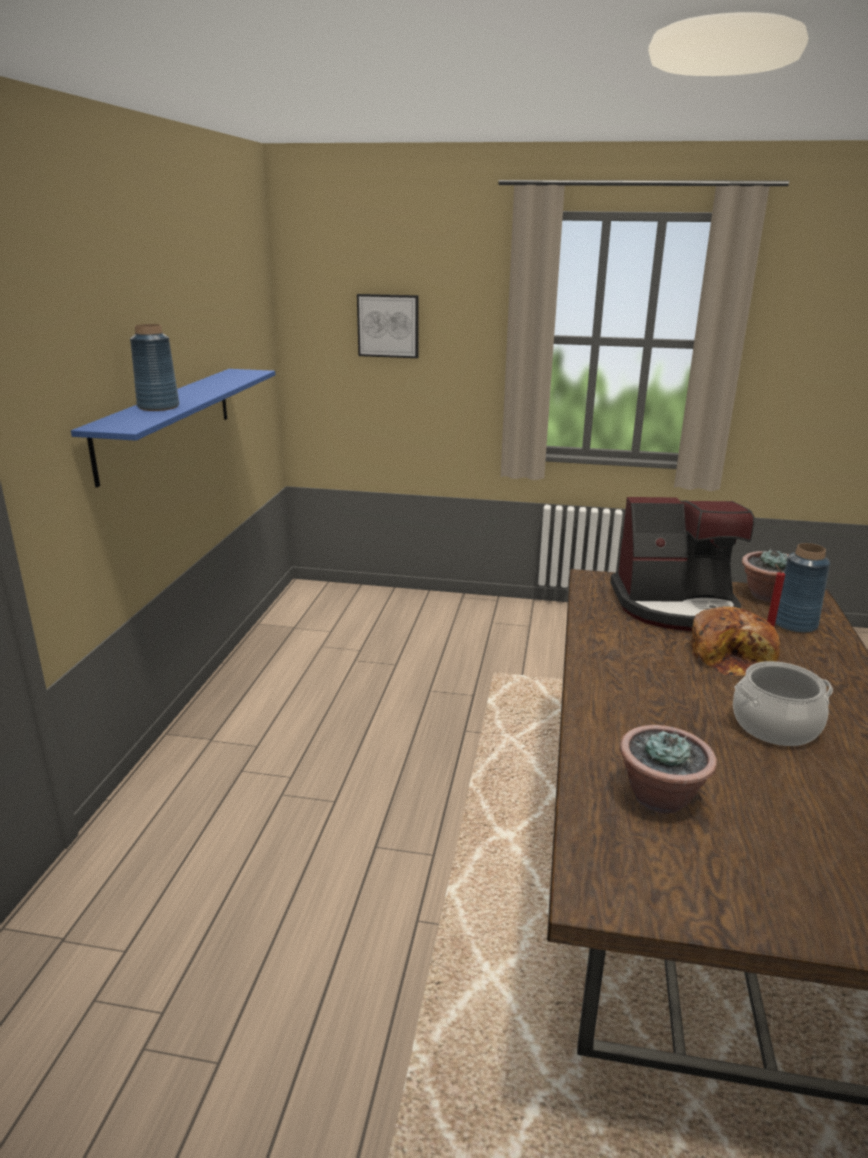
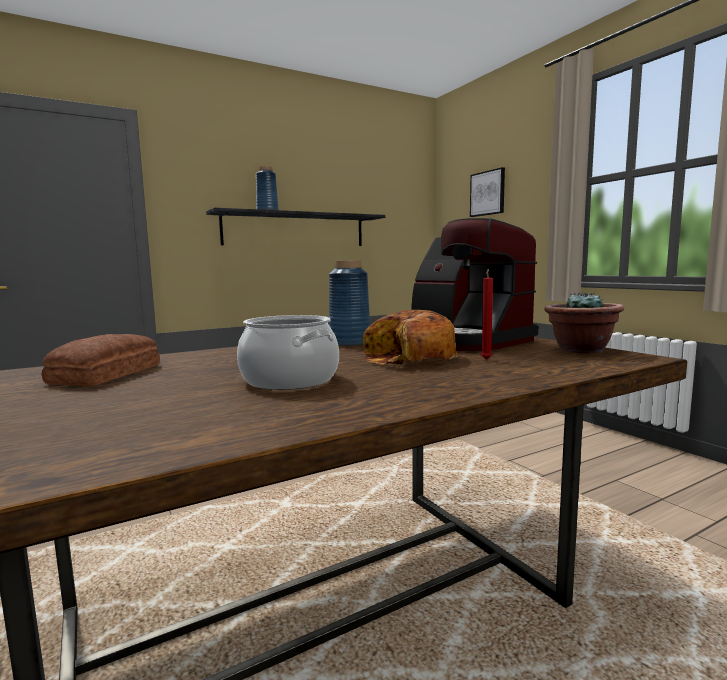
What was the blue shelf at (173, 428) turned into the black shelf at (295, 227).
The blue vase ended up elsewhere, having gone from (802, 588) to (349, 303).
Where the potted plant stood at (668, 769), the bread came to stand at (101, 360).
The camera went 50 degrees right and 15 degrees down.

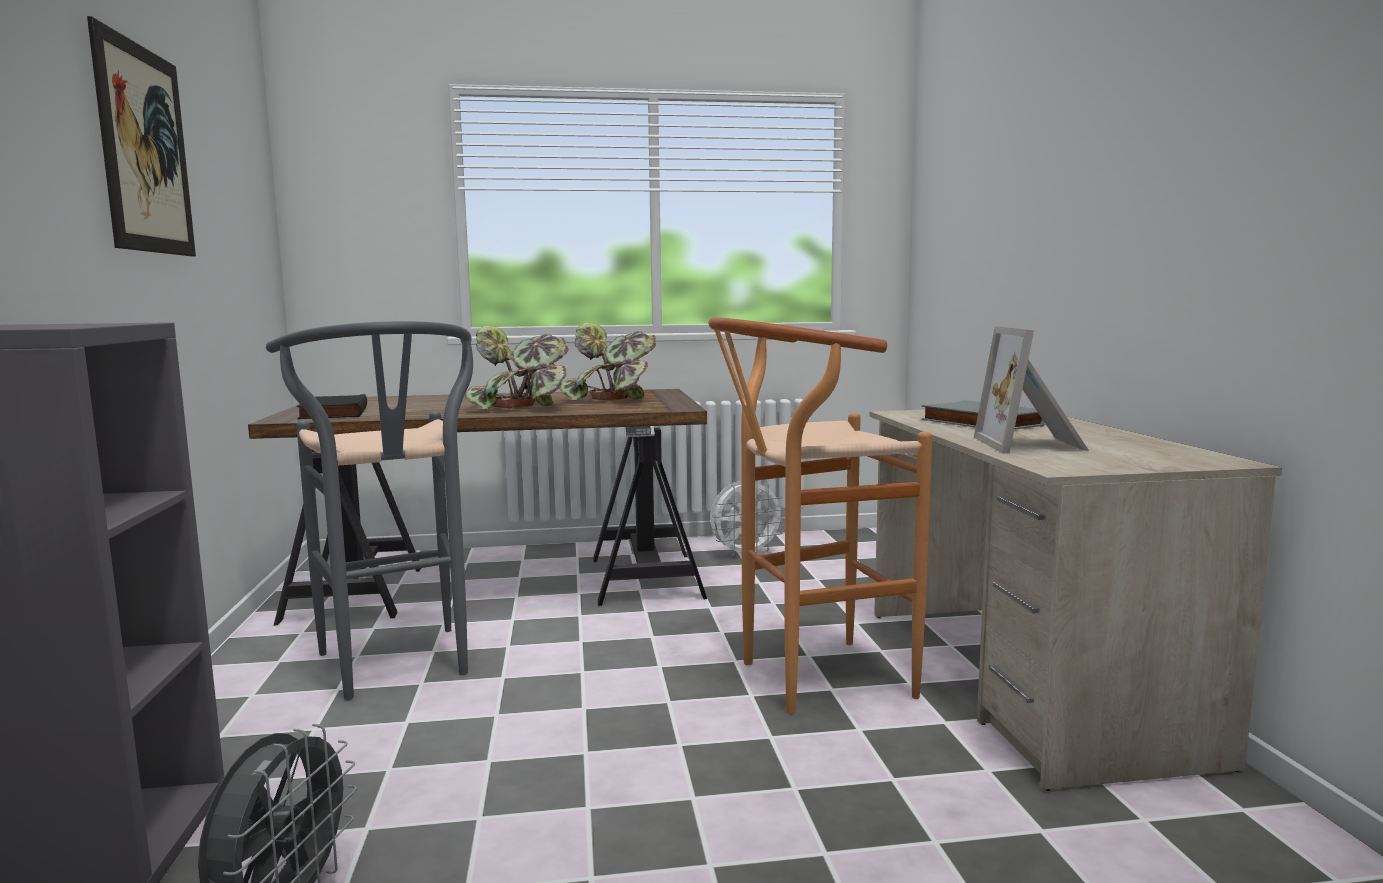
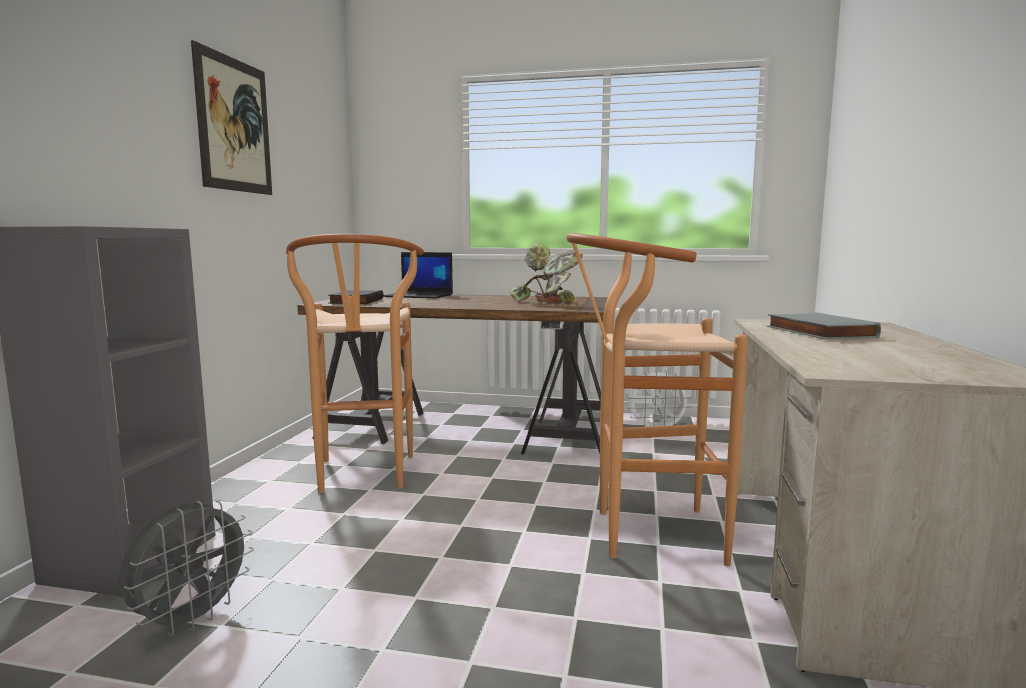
What was the grey stool at (369, 510) turned into the brown stool at (355, 363).
The second view lost the potted plant at (517, 367).
The second view lost the picture frame at (1031, 390).
The second view gained the laptop at (418, 275).
The camera went 20 degrees right and 0 degrees up.

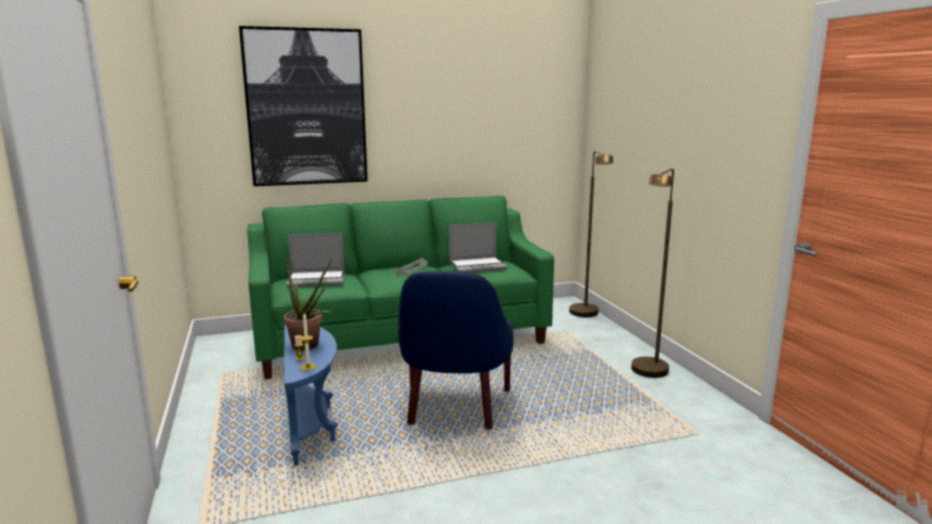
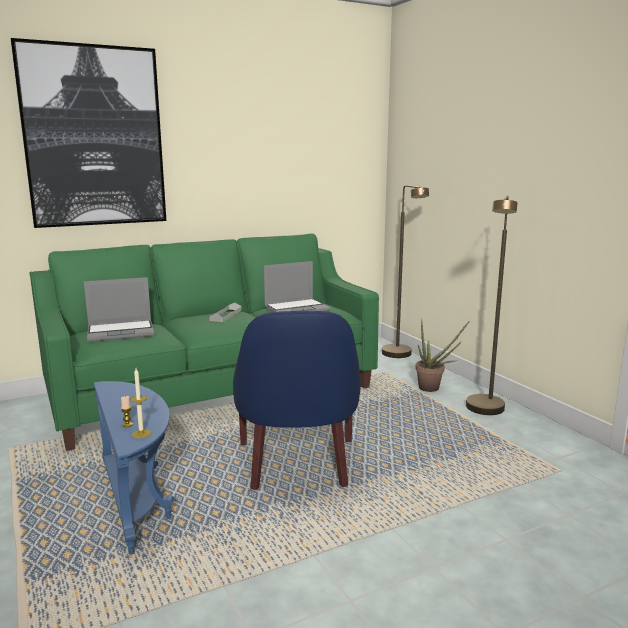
The potted plant ended up elsewhere, having gone from (308, 302) to (442, 355).
The camera went 10 degrees left and 0 degrees up.

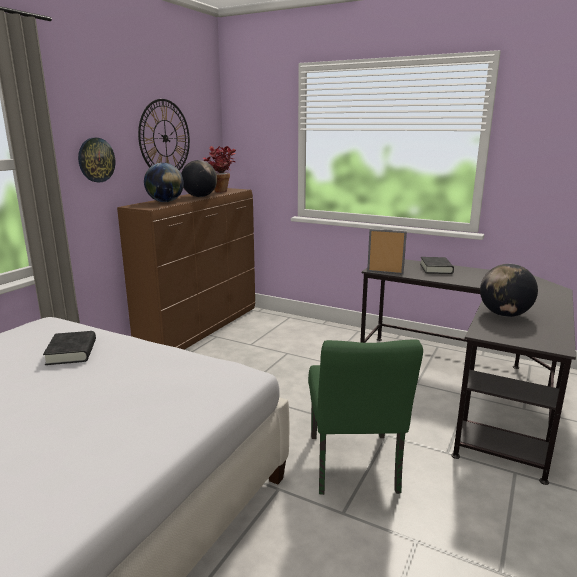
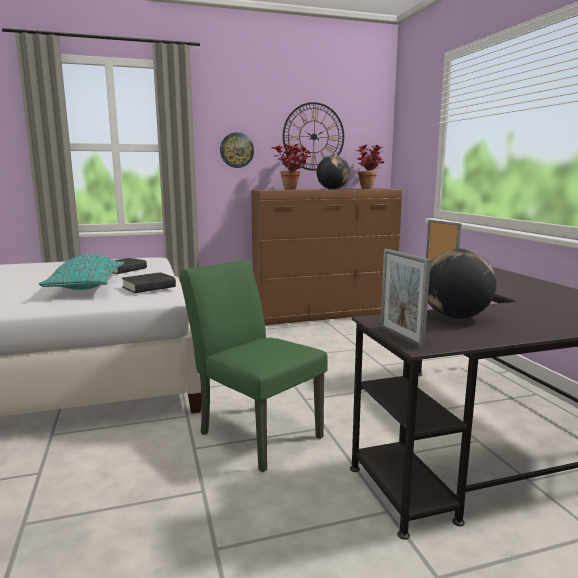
Where the globe stood at (164, 182), the potted plant came to stand at (291, 166).
The black book ended up elsewhere, having gone from (437, 265) to (149, 282).
The green chair at (365, 417) ended up facing another way, 90 degrees clockwise from before.
The second view gained the picture frame at (405, 298).
The second view gained the turquoise pillow at (81, 272).
The camera went 45 degrees right and 5 degrees down.

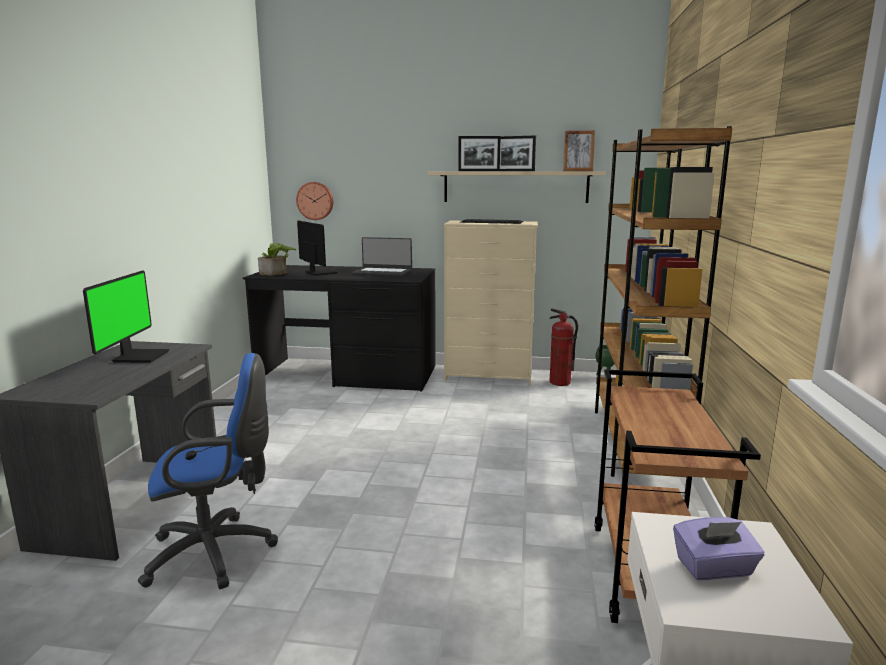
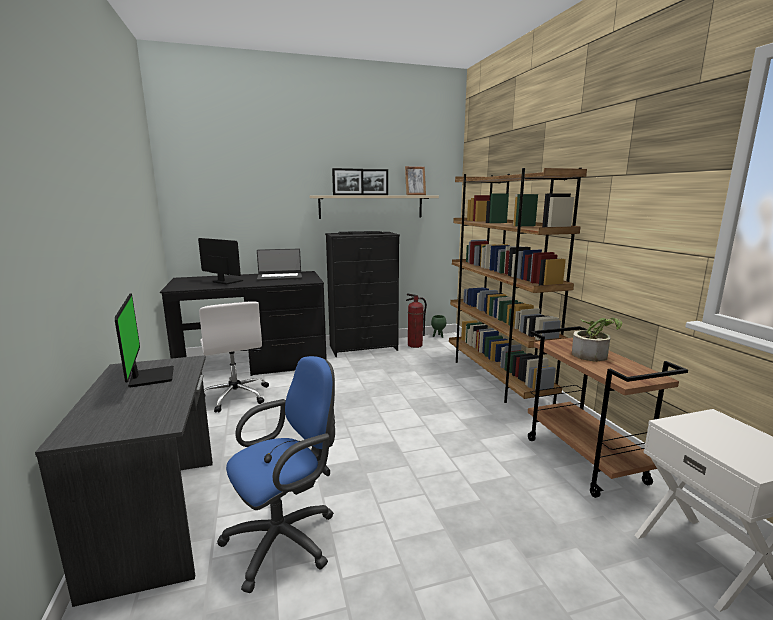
The second view lost the wall clock at (314, 201).
What was the beige dresser at (490, 303) turned into the black dresser at (362, 294).
The potted plant ended up elsewhere, having gone from (277, 259) to (597, 340).
The second view lost the purple tissue box at (719, 548).
The second view gained the white office chair at (234, 357).
The camera went 25 degrees left and 0 degrees up.

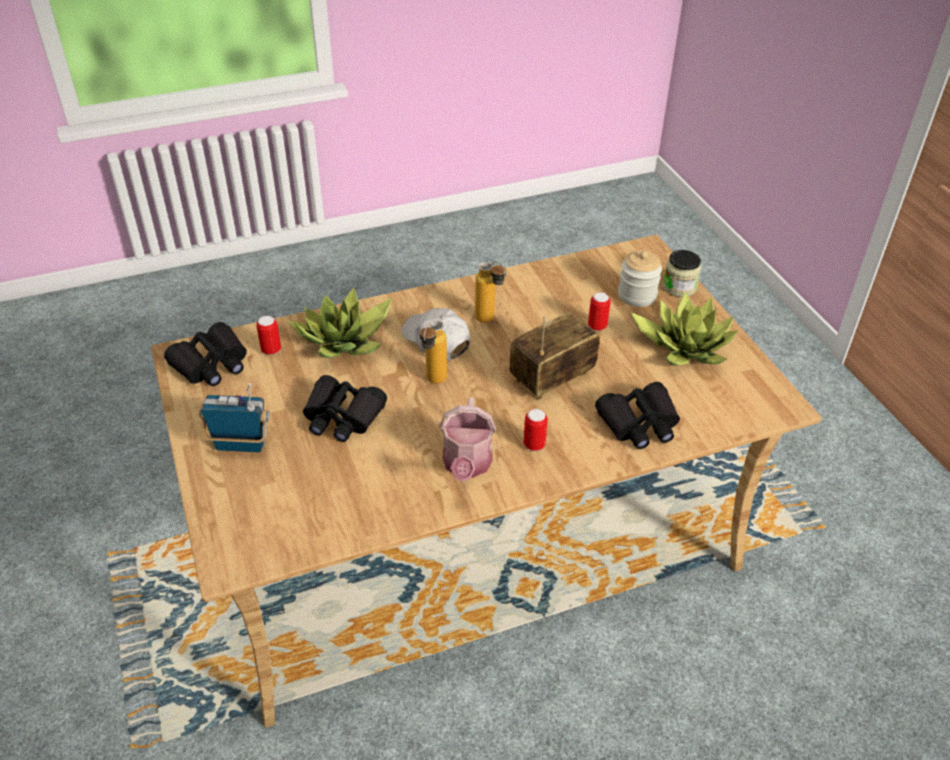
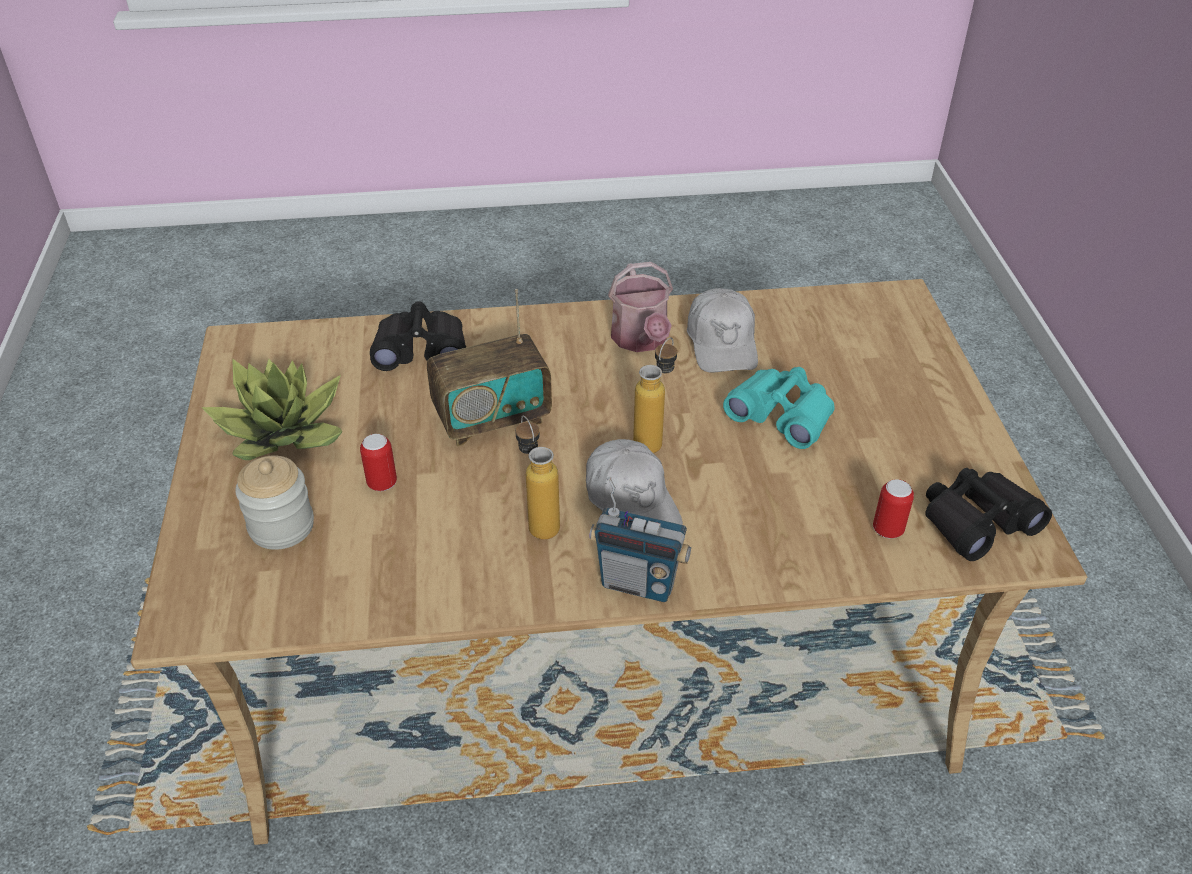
The second view lost the jar at (682, 273).
The second view lost the potted plant at (340, 322).
What was the black binoculars at (345, 408) turned into the turquoise binoculars at (778, 408).
The radio ended up elsewhere, having gone from (234, 417) to (640, 539).
The watering can at (467, 439) ended up facing another way, 150 degrees clockwise from before.
The second view lost the can at (535, 430).
The second view gained the white cap at (722, 330).
The camera went 165 degrees left and 0 degrees up.

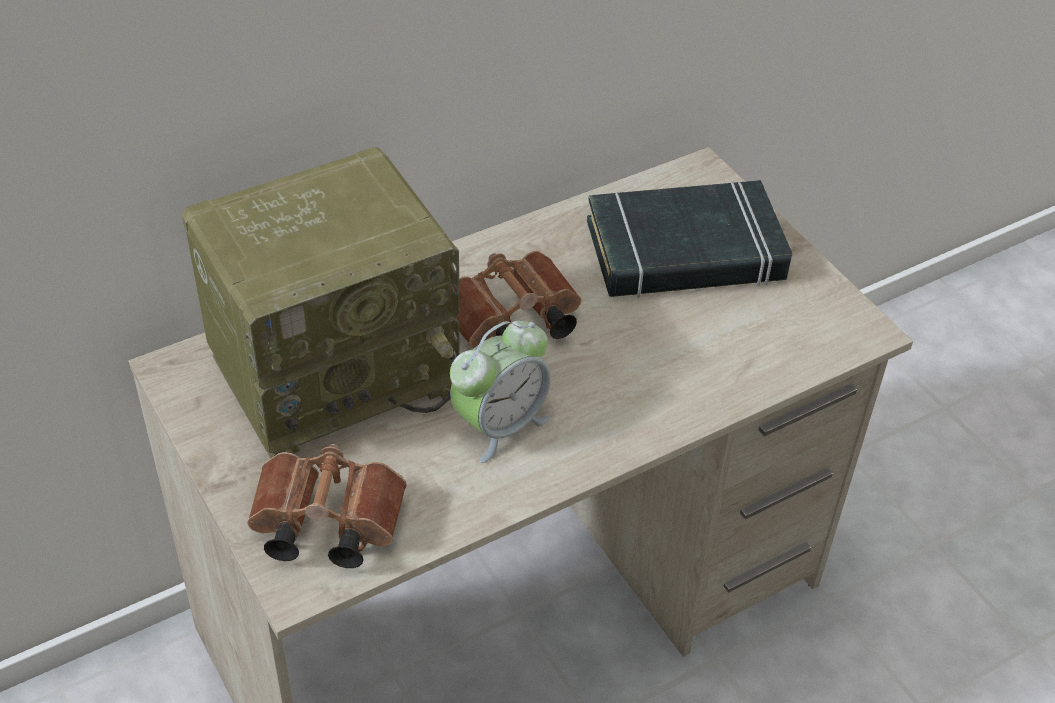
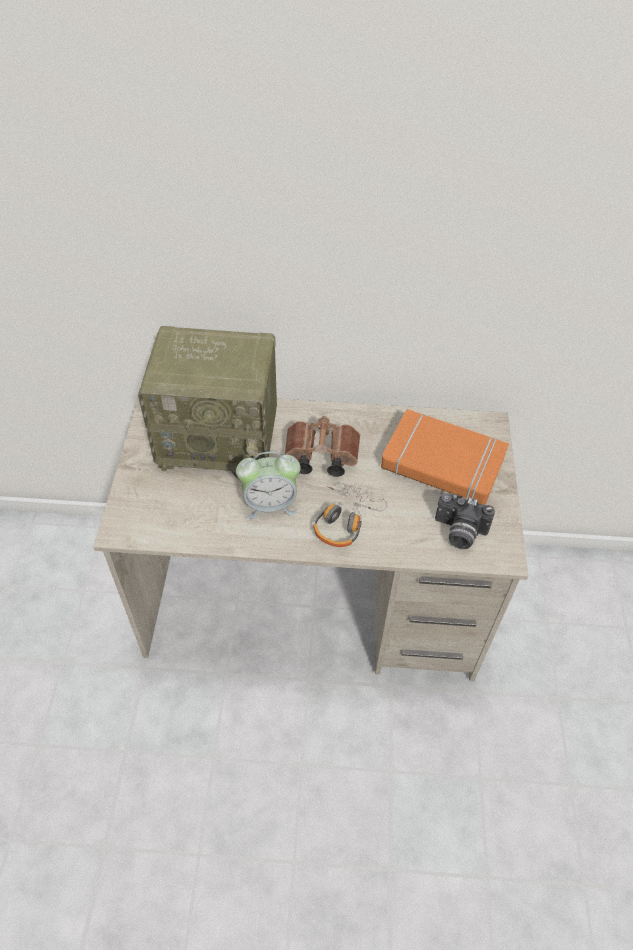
What was the black book at (689, 239) turned into the orange book at (445, 457).
The second view lost the brown binoculars at (327, 506).
The second view gained the headphones at (350, 515).
The second view gained the photo camera at (465, 521).
The camera went 35 degrees right and 5 degrees up.

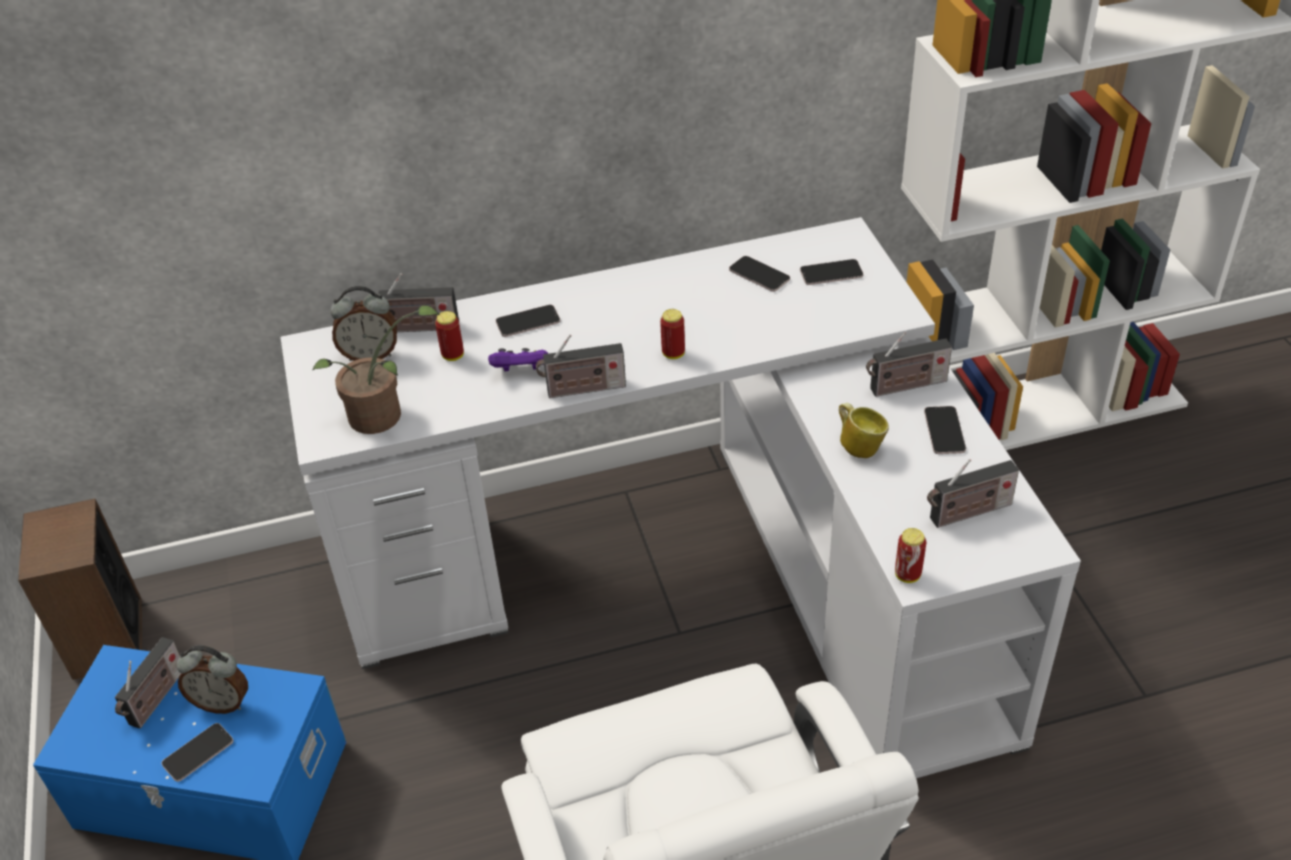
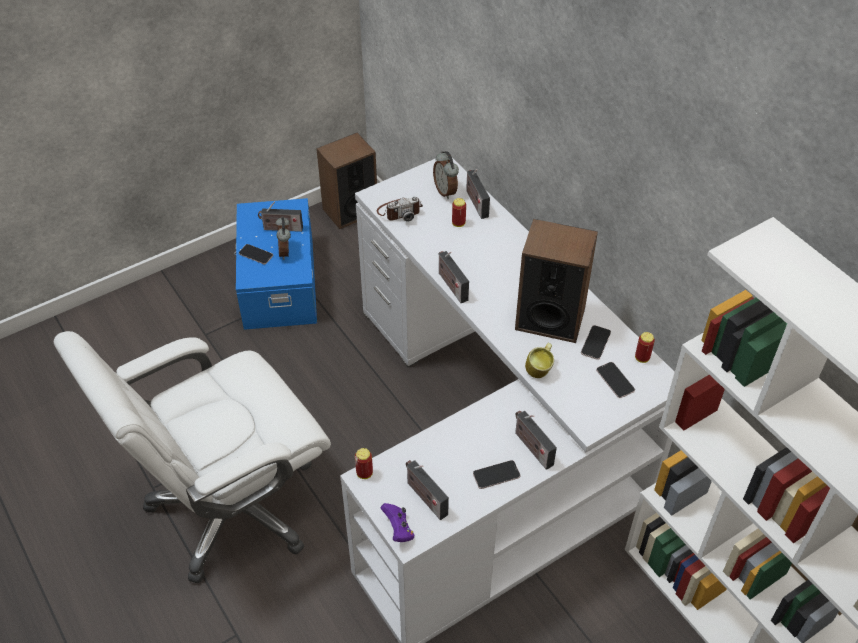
Where the potted plant stood at (376, 369), the photo camera came to stand at (400, 209).
The second view lost the phone at (527, 321).
The can ended up elsewhere, having gone from (672, 334) to (645, 347).
The purple game controller ended up elsewhere, having gone from (518, 360) to (397, 522).
The mug ended up elsewhere, having gone from (864, 430) to (539, 360).
The second view gained the speaker at (556, 281).
The camera went 70 degrees right and 5 degrees up.

